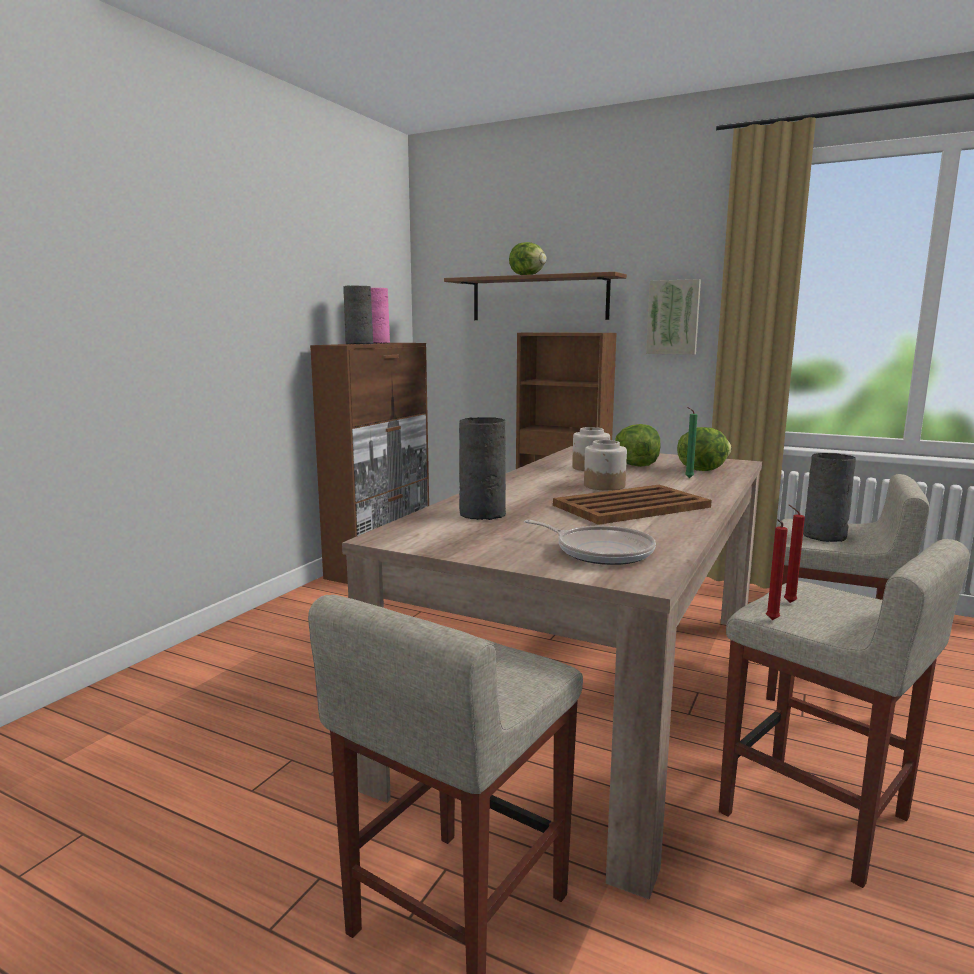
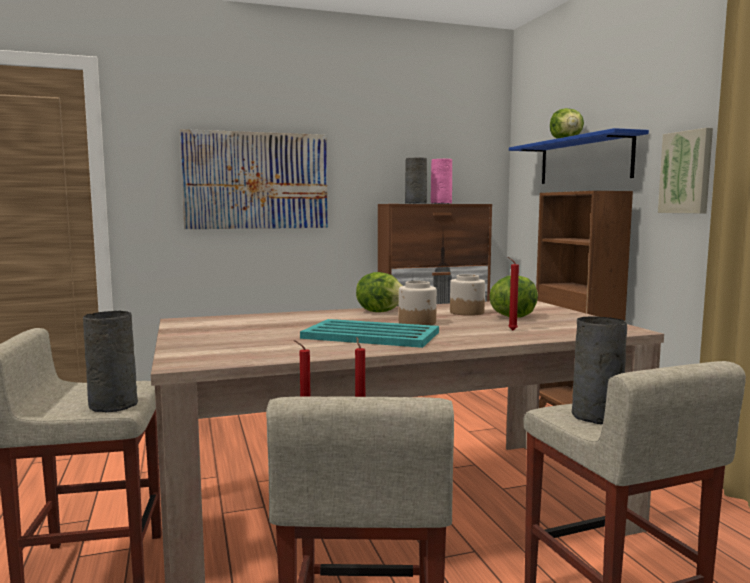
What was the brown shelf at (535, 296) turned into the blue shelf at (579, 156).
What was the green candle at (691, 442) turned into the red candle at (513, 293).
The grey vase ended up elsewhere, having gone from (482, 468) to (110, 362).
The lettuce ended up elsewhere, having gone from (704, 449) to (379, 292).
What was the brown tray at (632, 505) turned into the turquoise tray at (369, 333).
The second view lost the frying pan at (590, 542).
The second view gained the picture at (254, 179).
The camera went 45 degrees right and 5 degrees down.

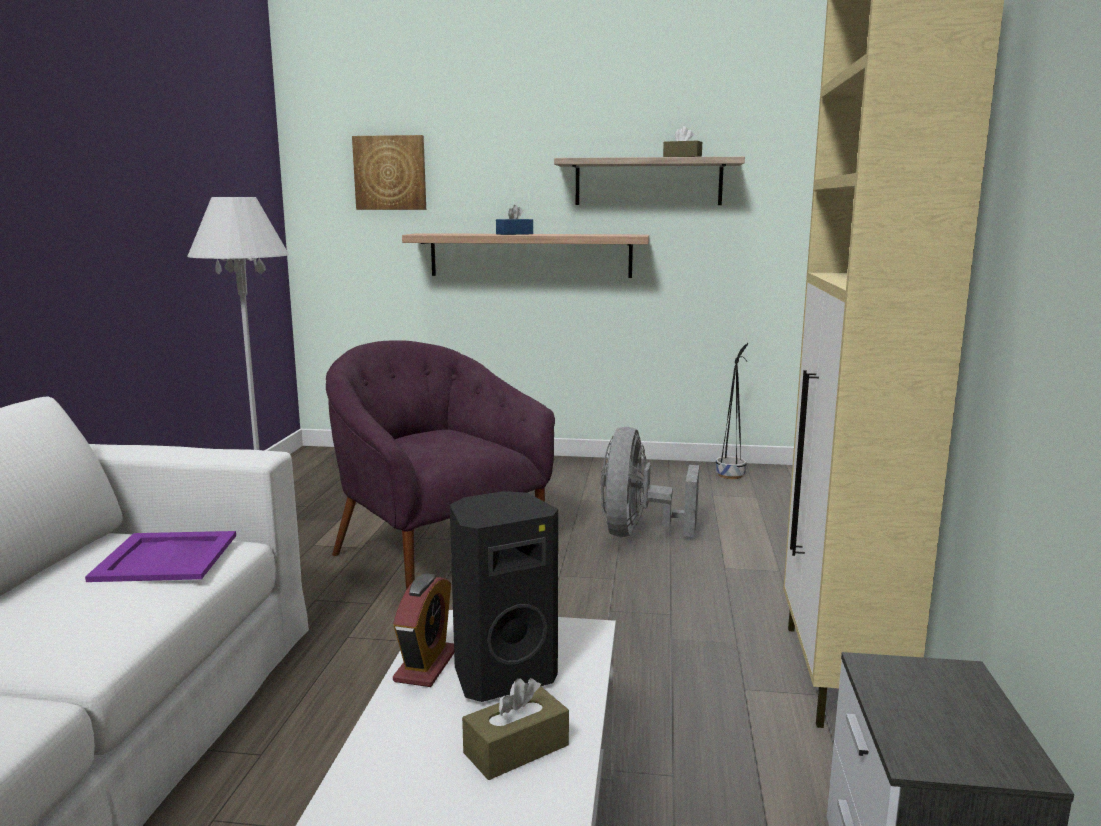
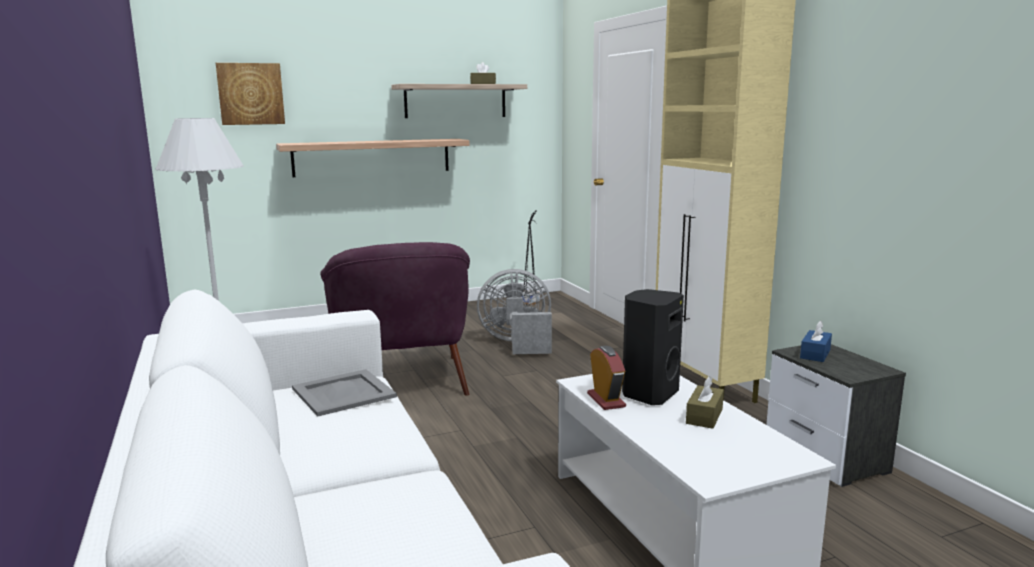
The blue tissue box ended up elsewhere, having gone from (514, 220) to (816, 341).
The purple armchair at (440, 465) ended up facing another way, 120 degrees counterclockwise from before.
The grey fan at (649, 482) ended up facing another way, 105 degrees clockwise from before.
What was the purple tray at (160, 556) turned into the grey tray at (344, 393).
The camera went 30 degrees left and 0 degrees up.

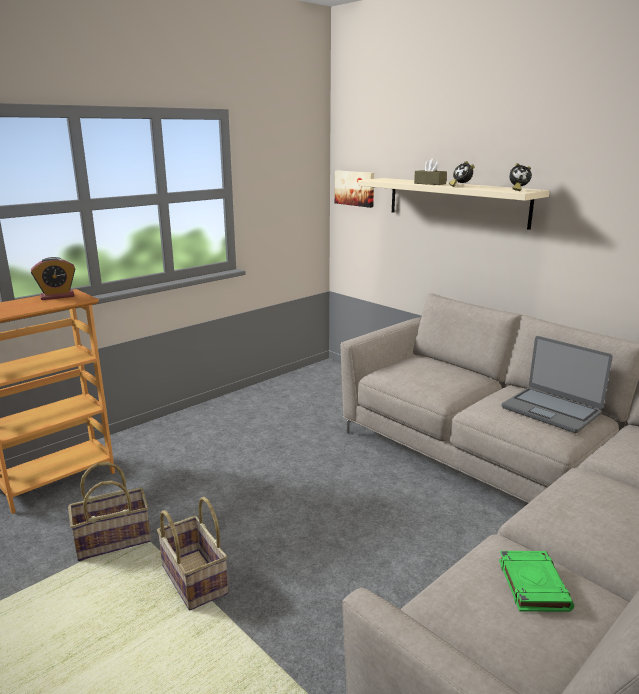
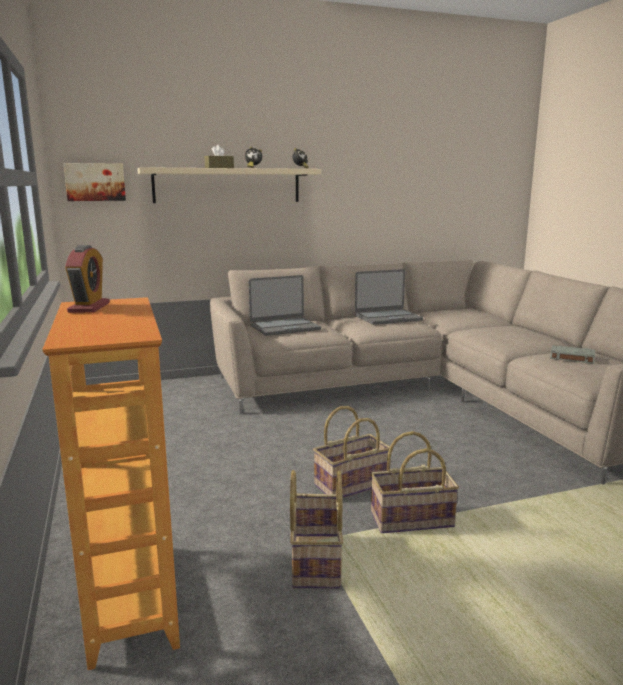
What was the green book at (536, 581) turned into the grey book at (572, 354).
The second view gained the laptop at (285, 305).
The second view gained the basket at (351, 452).
The camera went 65 degrees left and 5 degrees down.

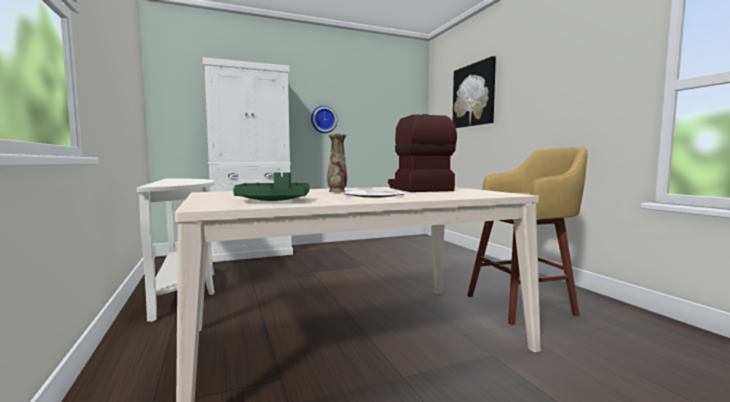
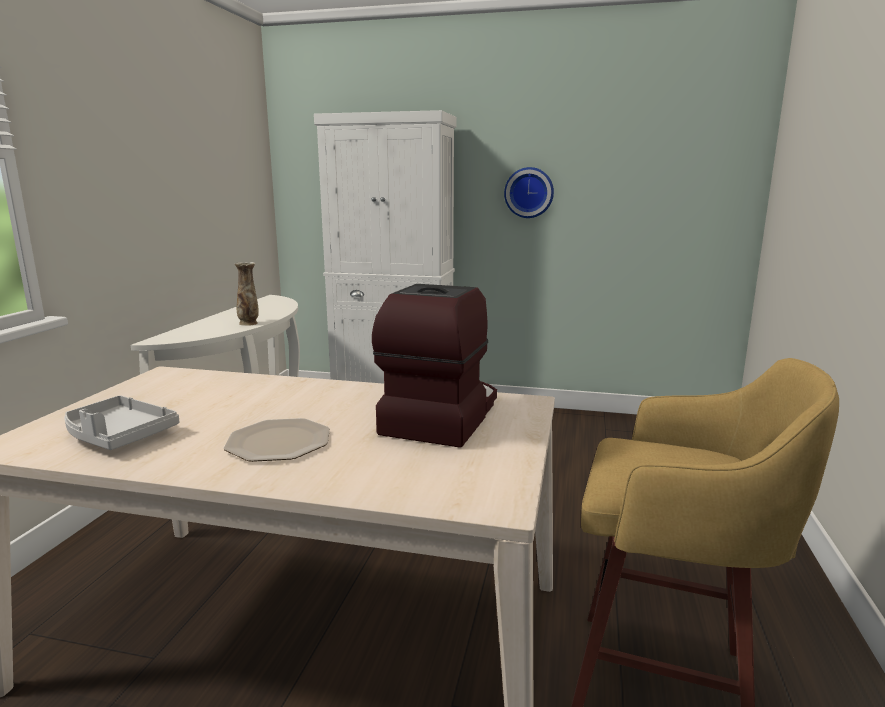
The second view lost the picture at (474, 92).
The vase ended up elsewhere, having gone from (337, 163) to (246, 294).
What was the green tray at (271, 186) turned into the grey tray at (121, 422).
The camera went 35 degrees right and 10 degrees up.

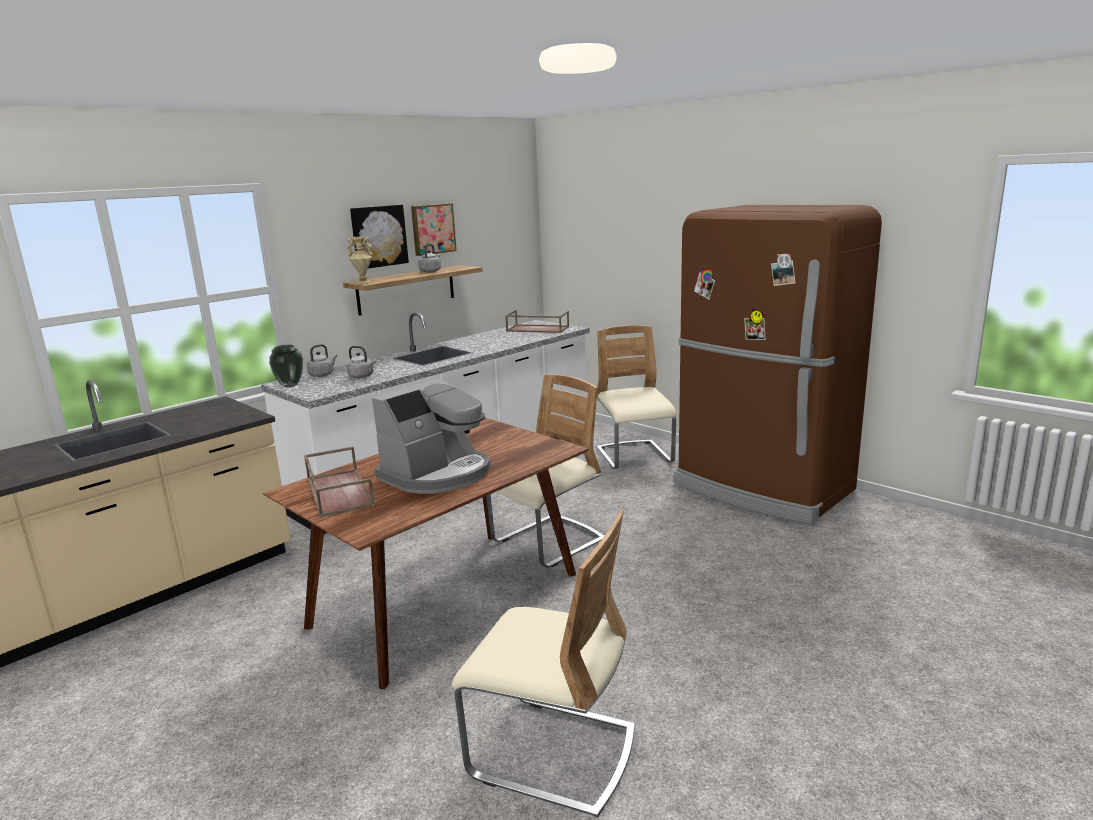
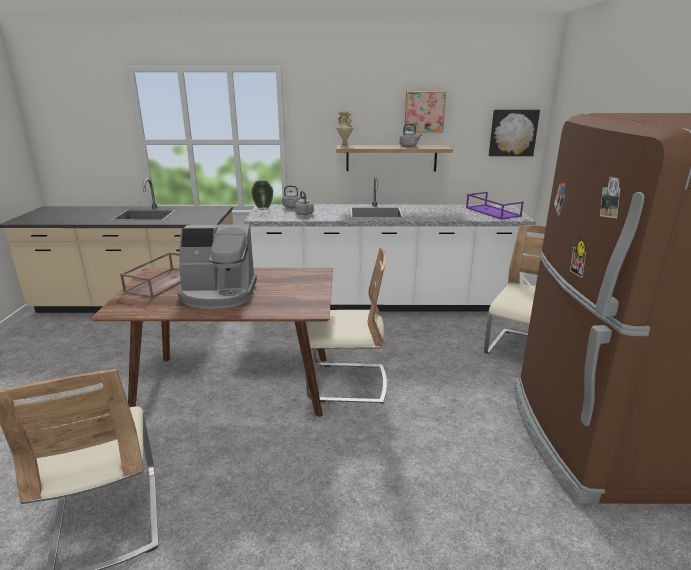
The picture ended up elsewhere, having gone from (379, 236) to (514, 133).
What was the brown tray at (537, 321) turned into the purple tray at (495, 206).
The camera went 45 degrees right and 5 degrees up.

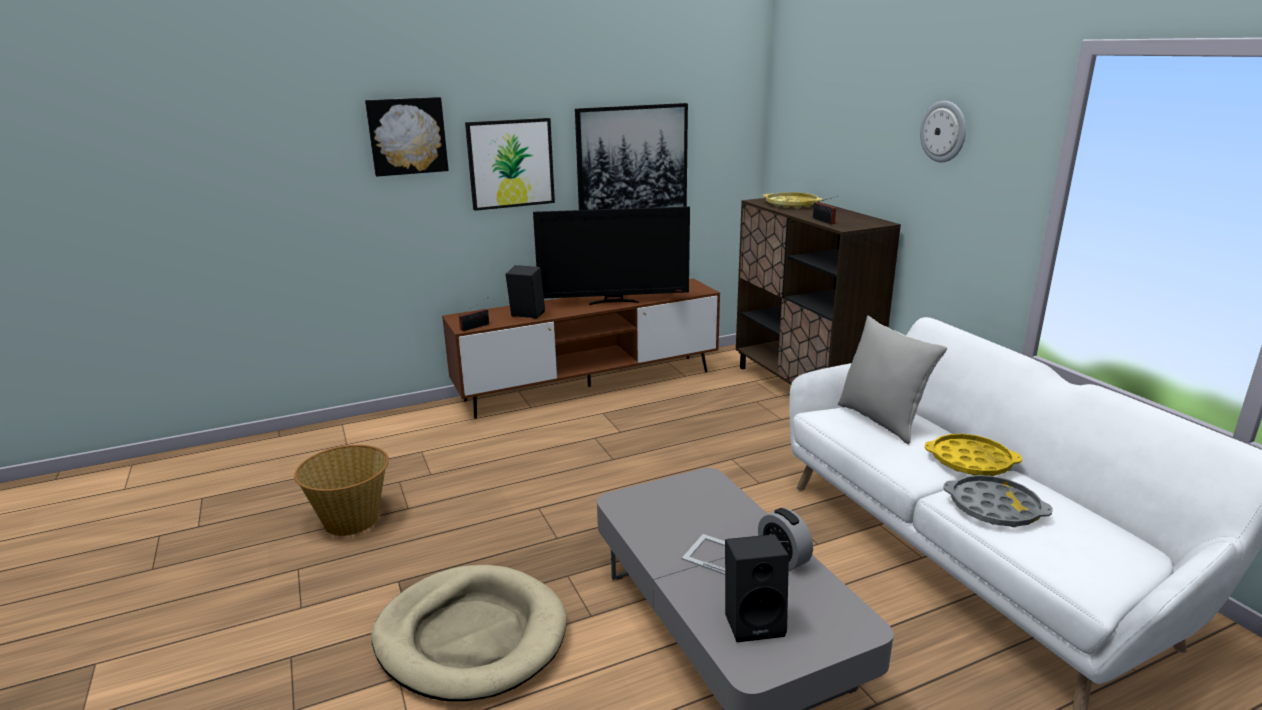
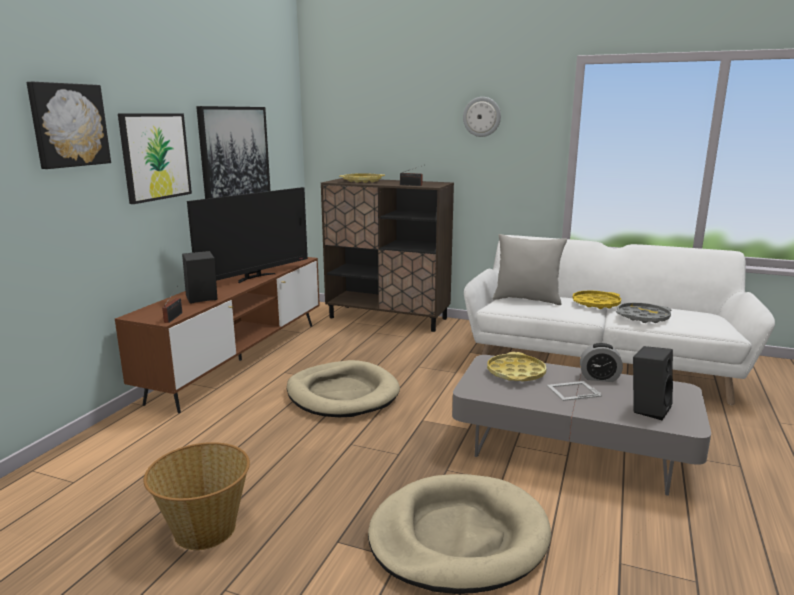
The second view gained the yellow tray at (516, 366).
The second view gained the beige dog bed at (343, 388).
The camera went 45 degrees left and 5 degrees down.

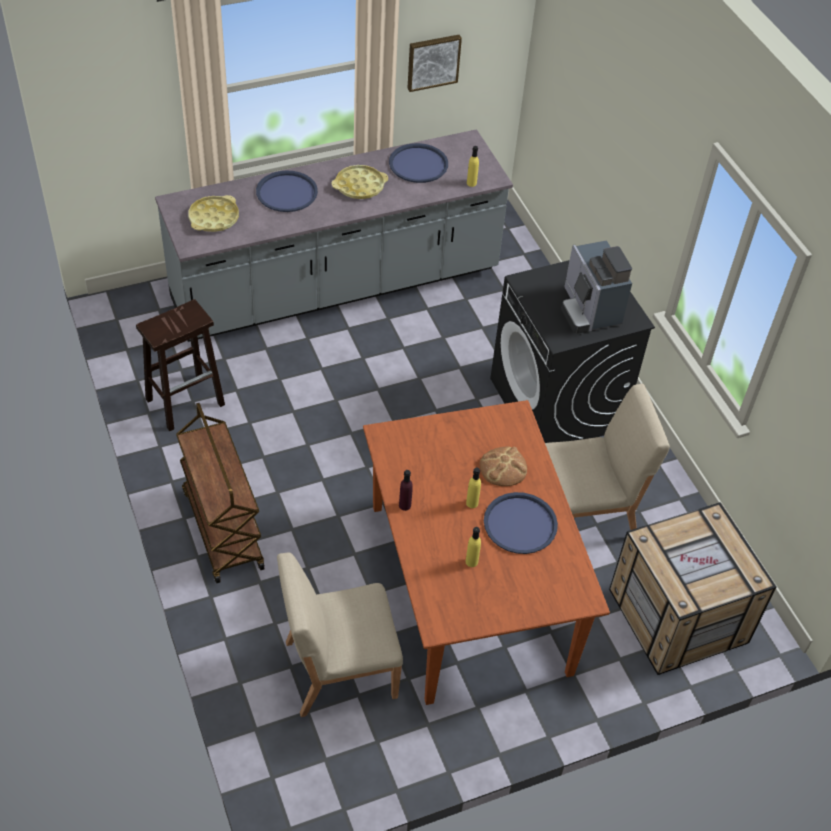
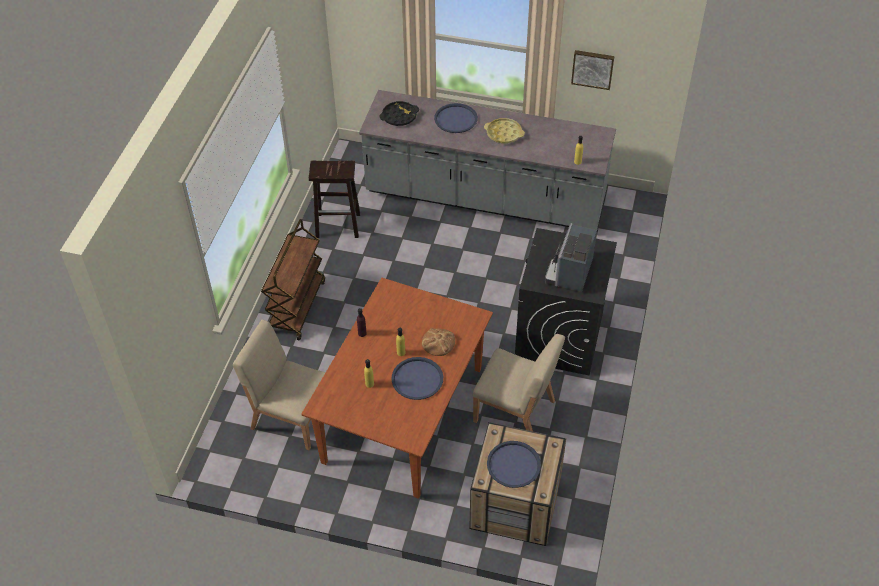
The blue tray ended up elsewhere, having gone from (418, 163) to (514, 464).
What was the yellow tray at (213, 213) turned into the black tray at (399, 113).
The camera went 40 degrees right and 0 degrees up.

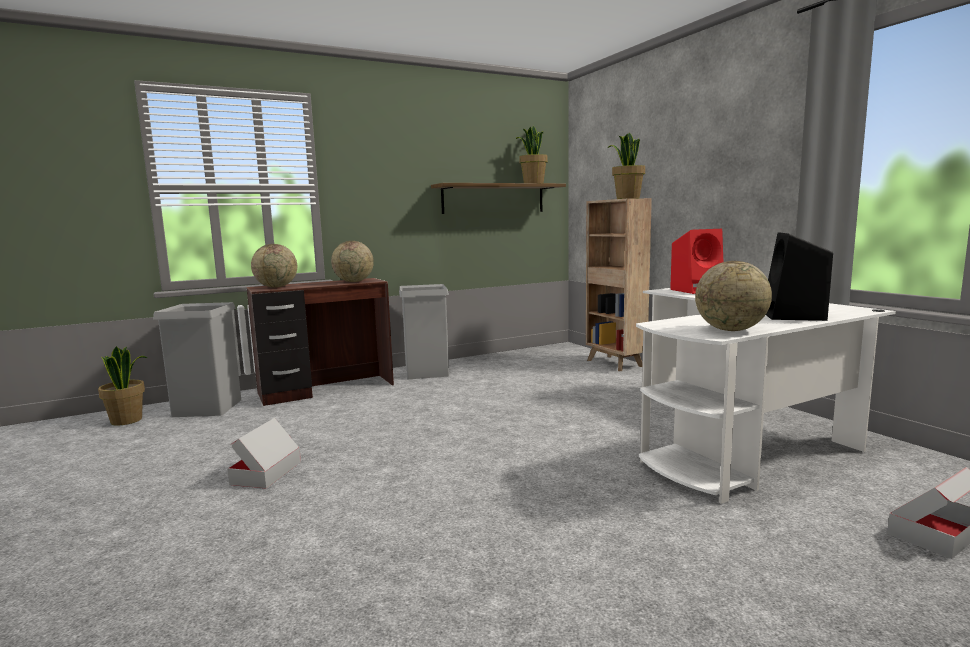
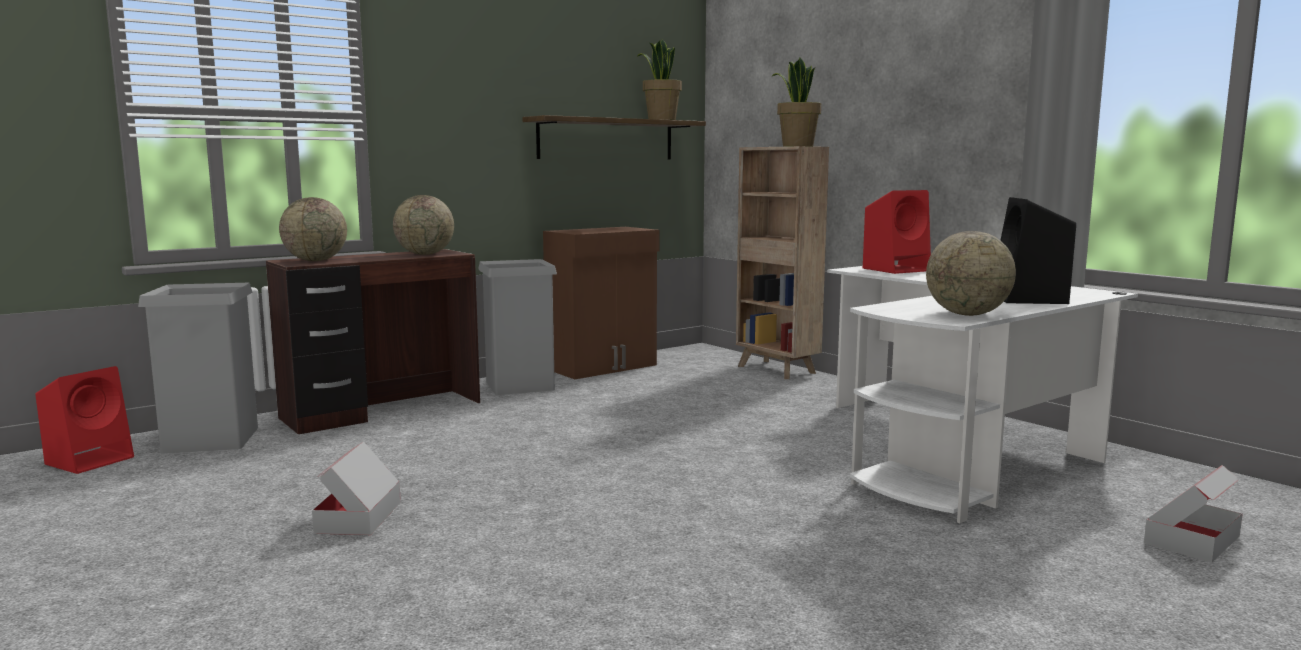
Where the potted plant stood at (122, 386), the red speaker came to stand at (84, 420).
The second view gained the brown cabinet at (601, 303).
The camera went 10 degrees left and 0 degrees up.

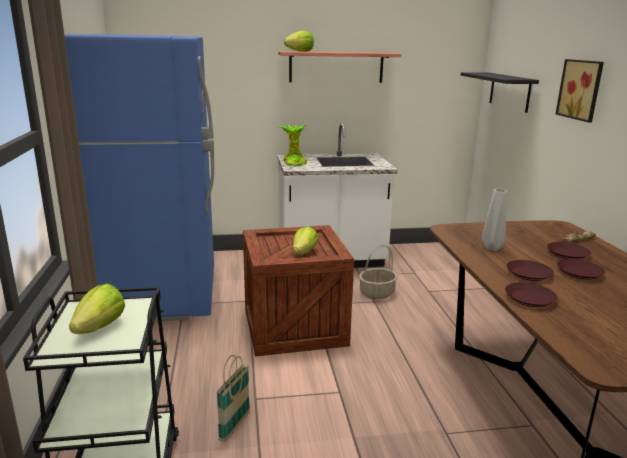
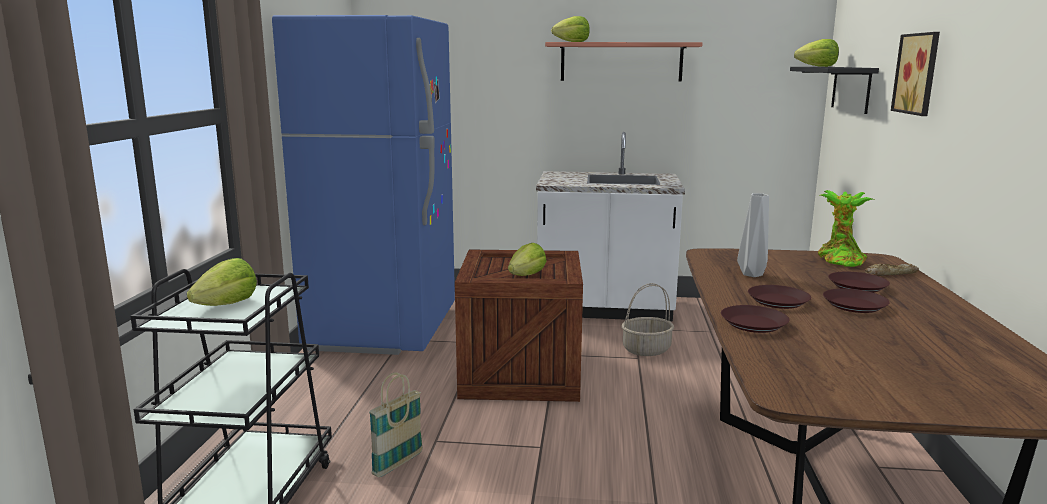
The potted plant ended up elsewhere, having gone from (293, 145) to (845, 228).
The second view gained the lettuce at (816, 53).
The camera went 15 degrees right and 5 degrees down.

